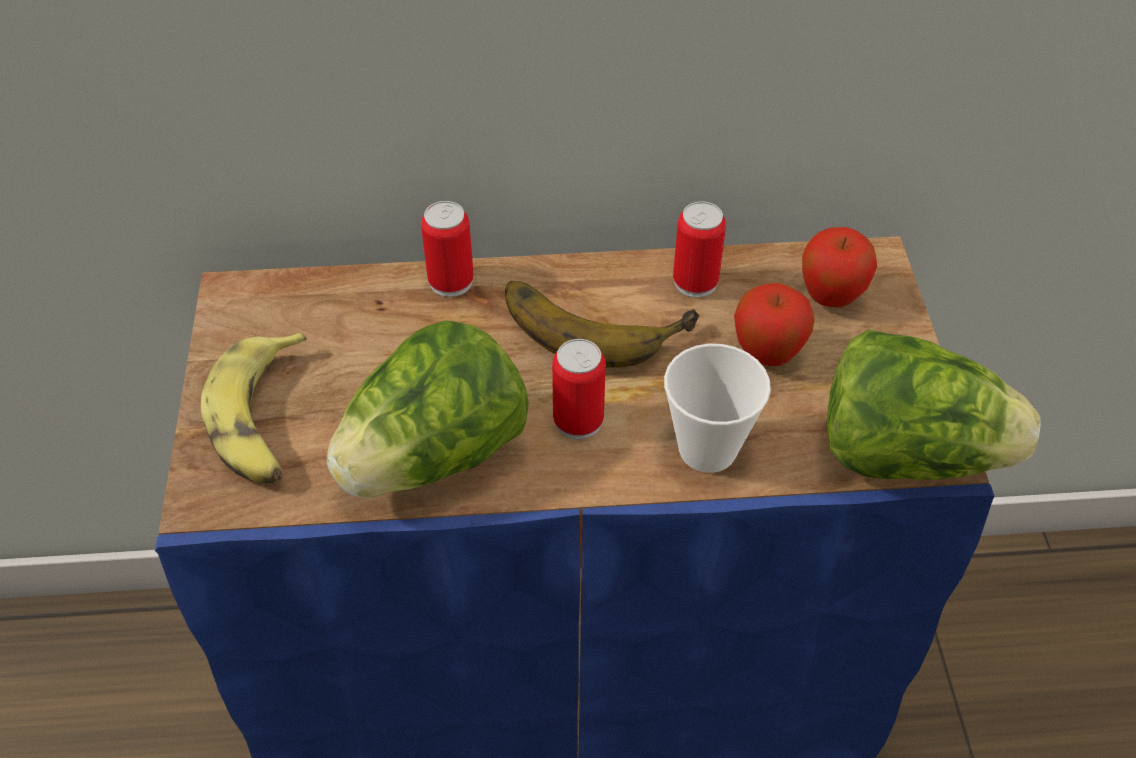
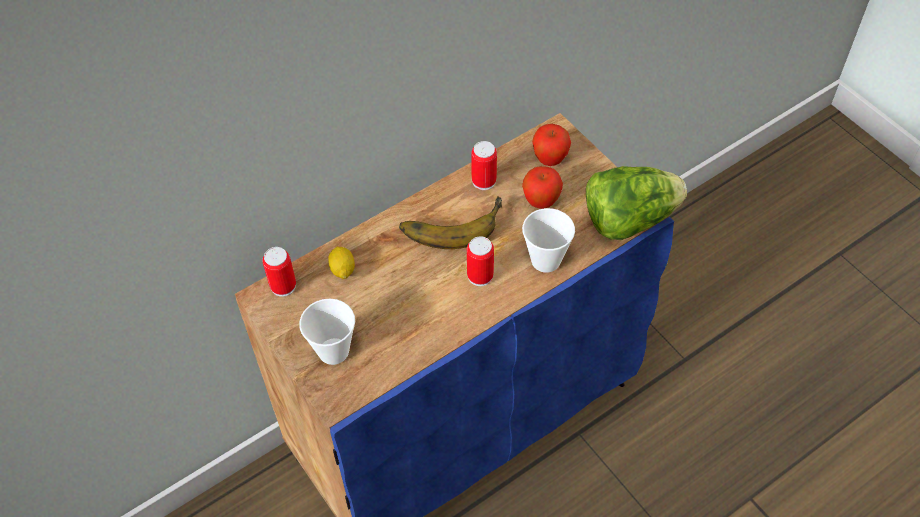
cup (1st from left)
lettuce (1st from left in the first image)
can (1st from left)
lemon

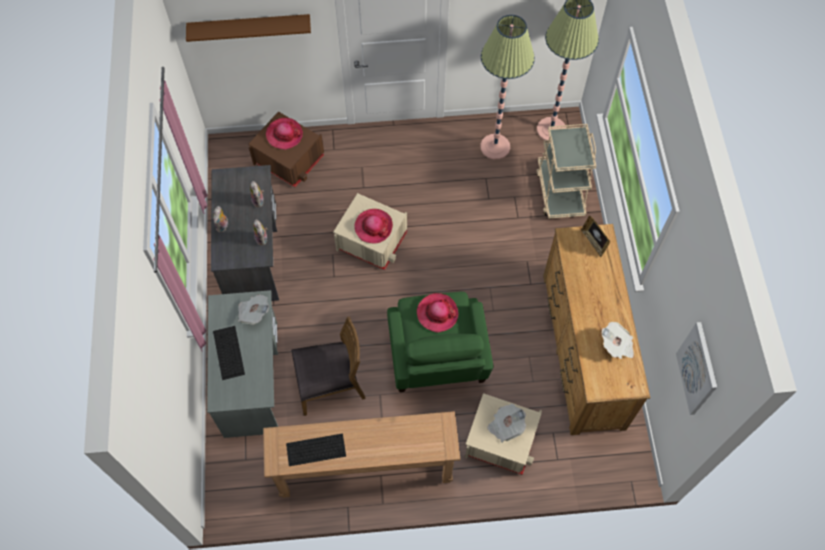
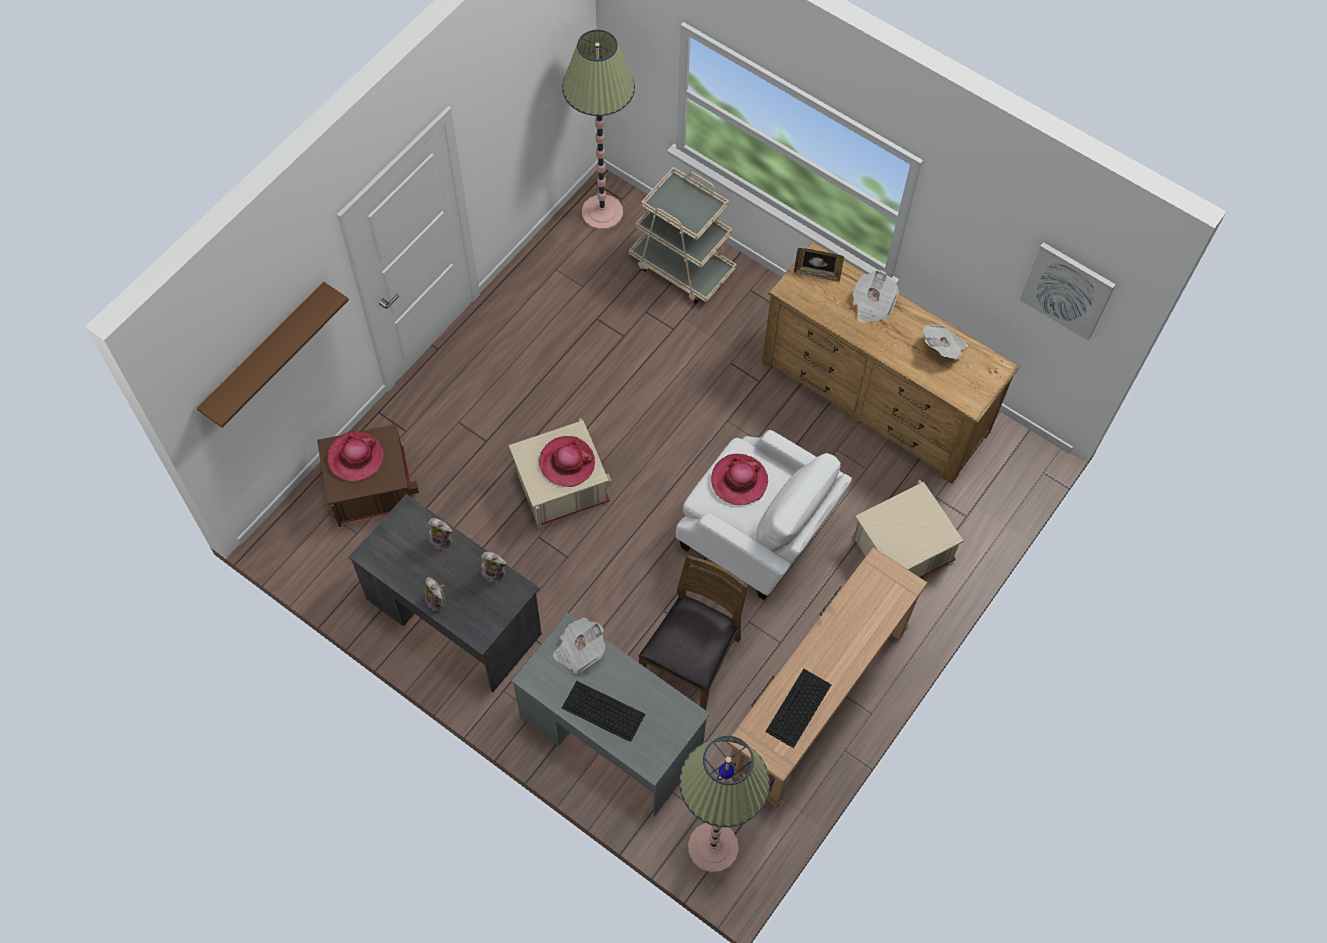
armchair in white
floor lamp (2nd from left)
newspaper (2nd from left)

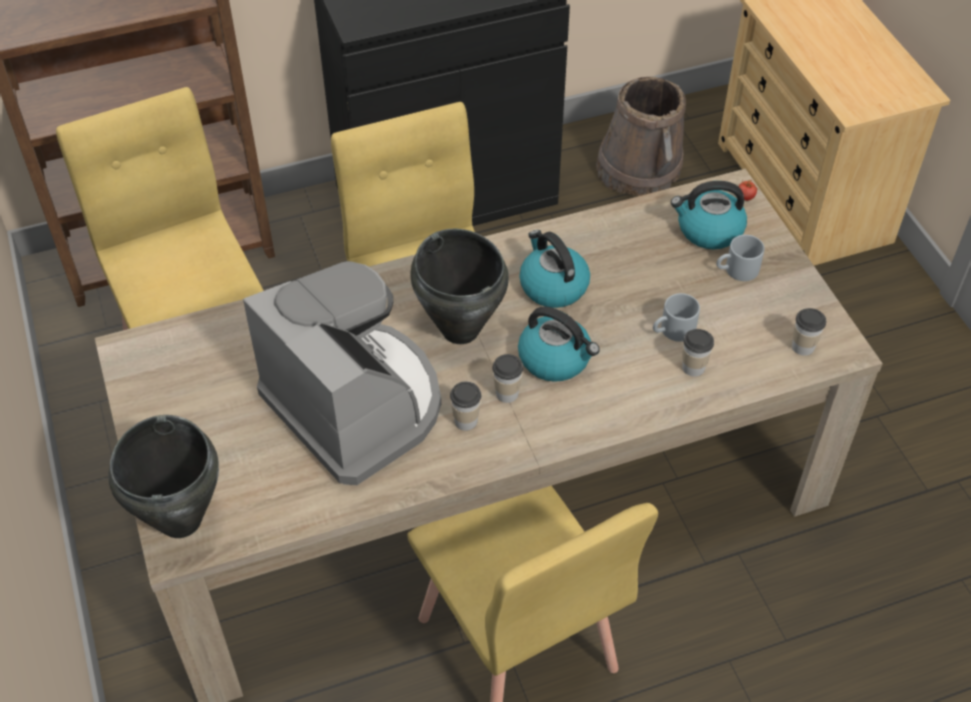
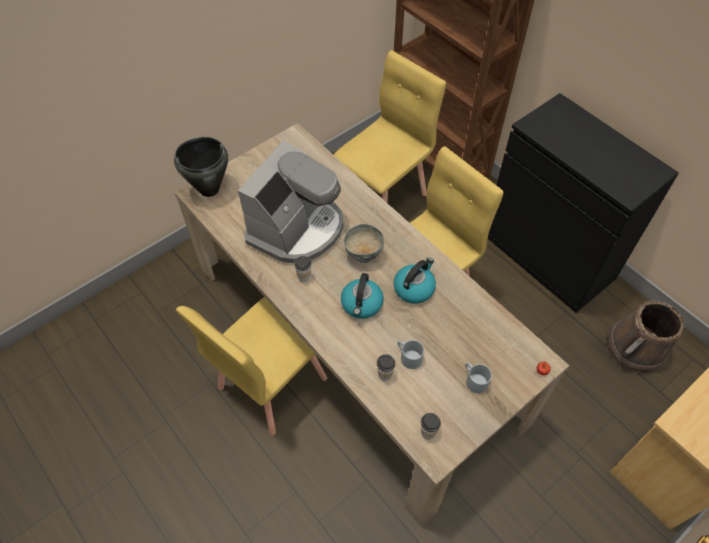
bowl in grey
cup (2nd from left in the first image)
kettle (3rd from left in the first image)

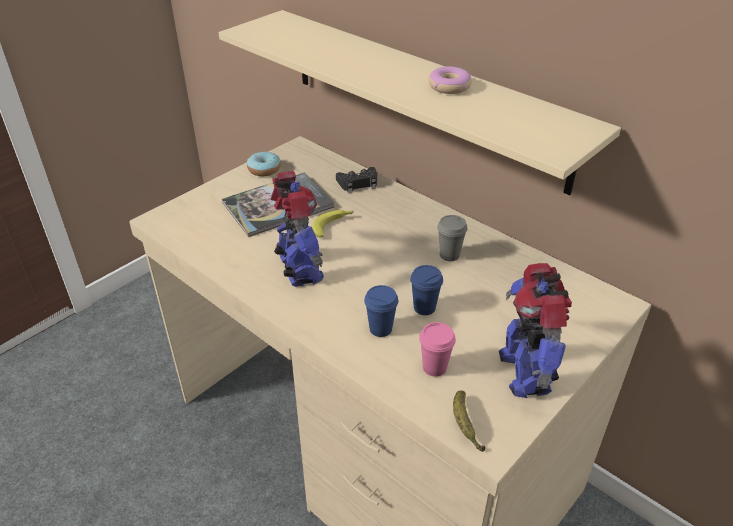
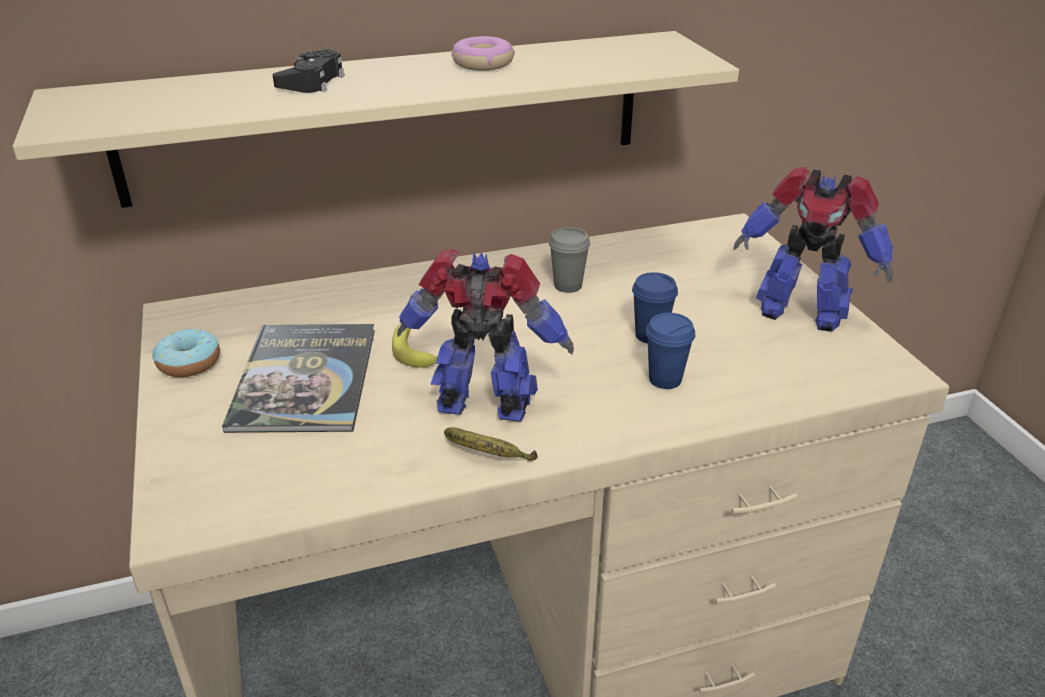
game controller in black
cup in pink
banana (2nd from left)

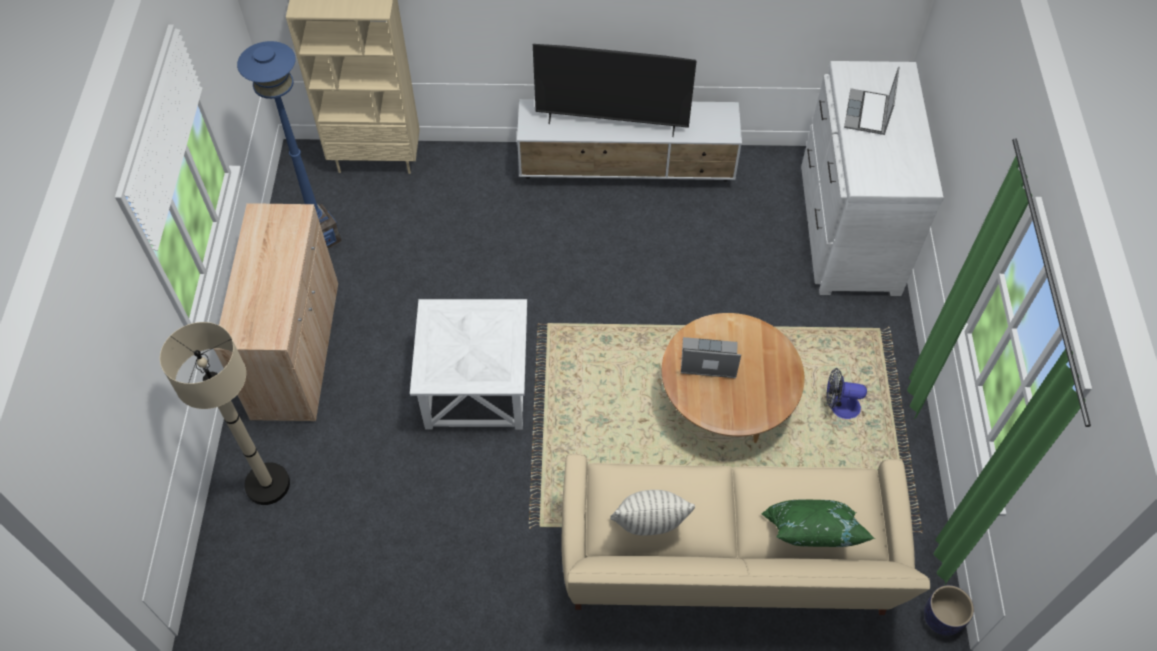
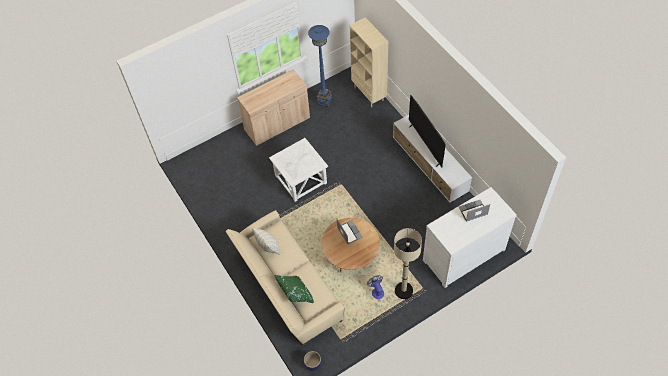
floor lamp in beige

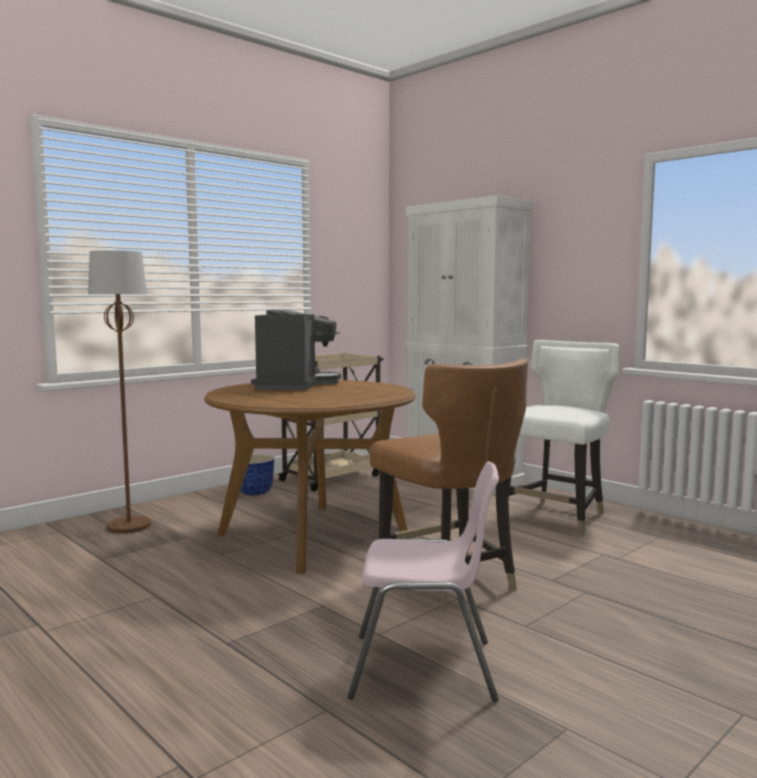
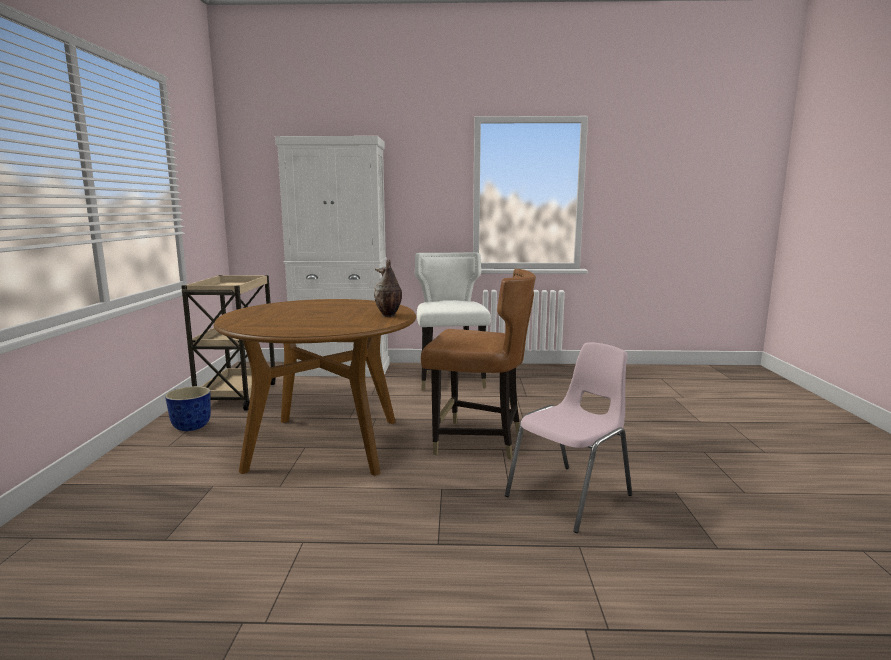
floor lamp in brown
coffee machine
vase

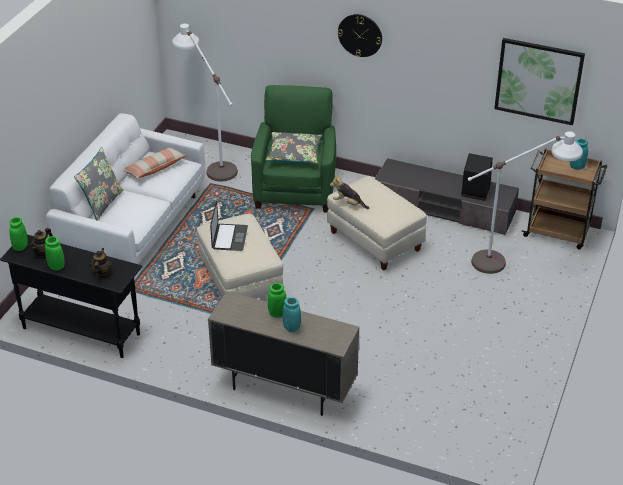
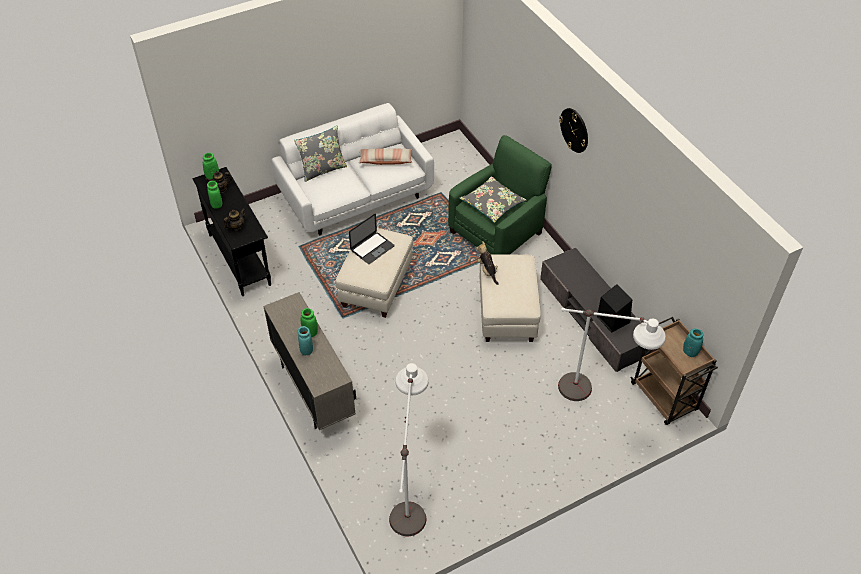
floor lamp in white (1st from left)
picture

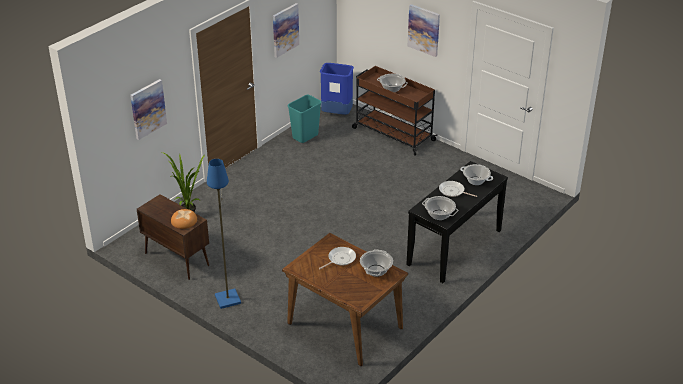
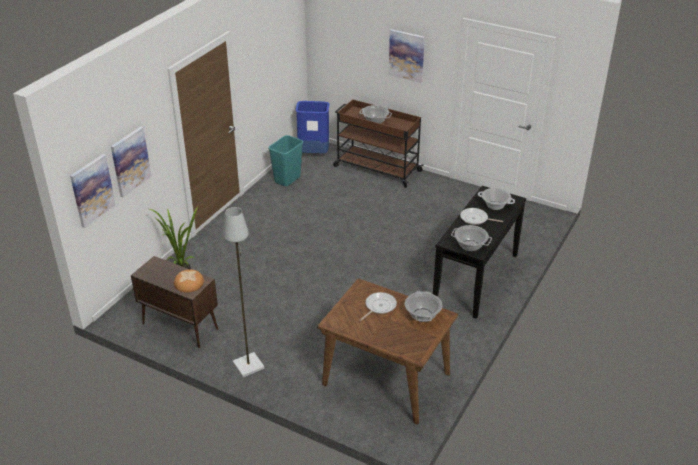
floor lamp in grey
picture (1st from left)

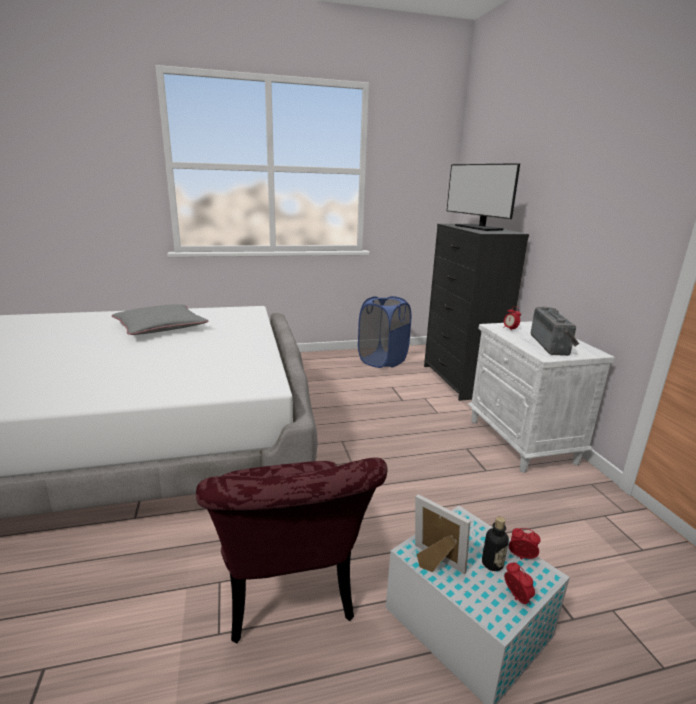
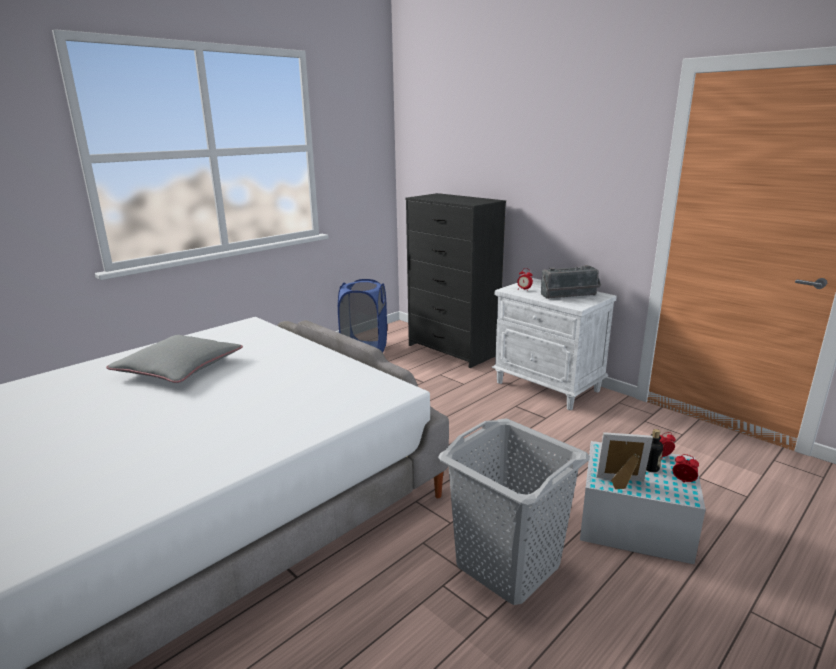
laundry basket in grey
monitor
radio

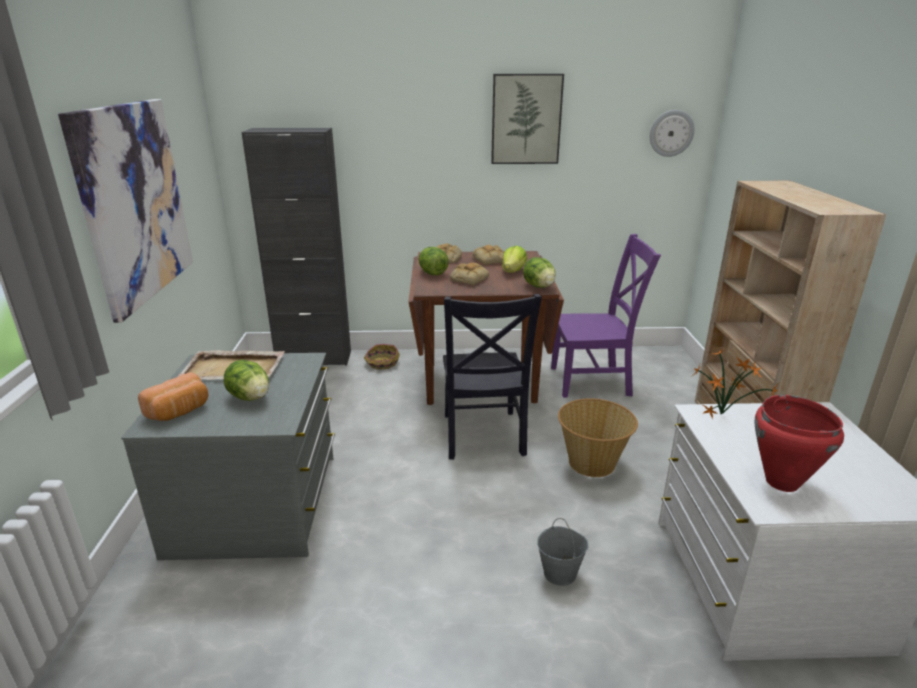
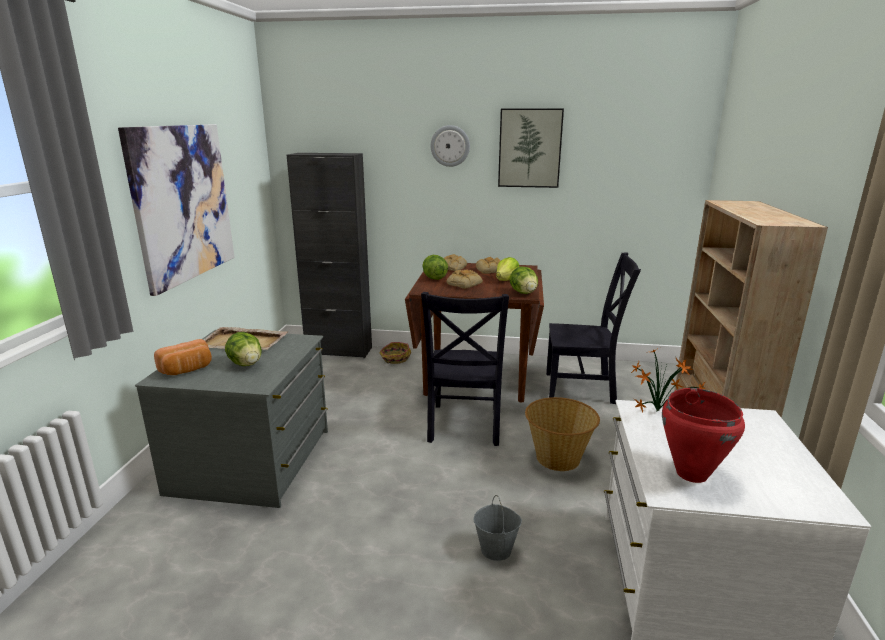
chair in black (2nd from left)
wall clock

